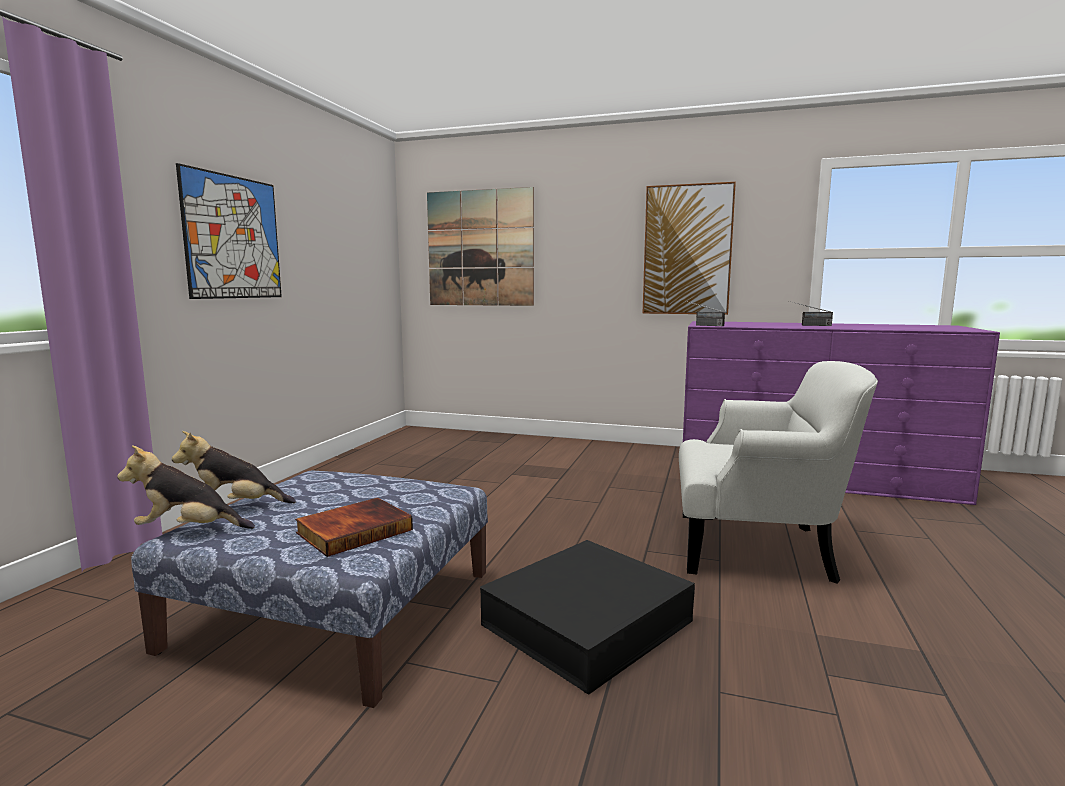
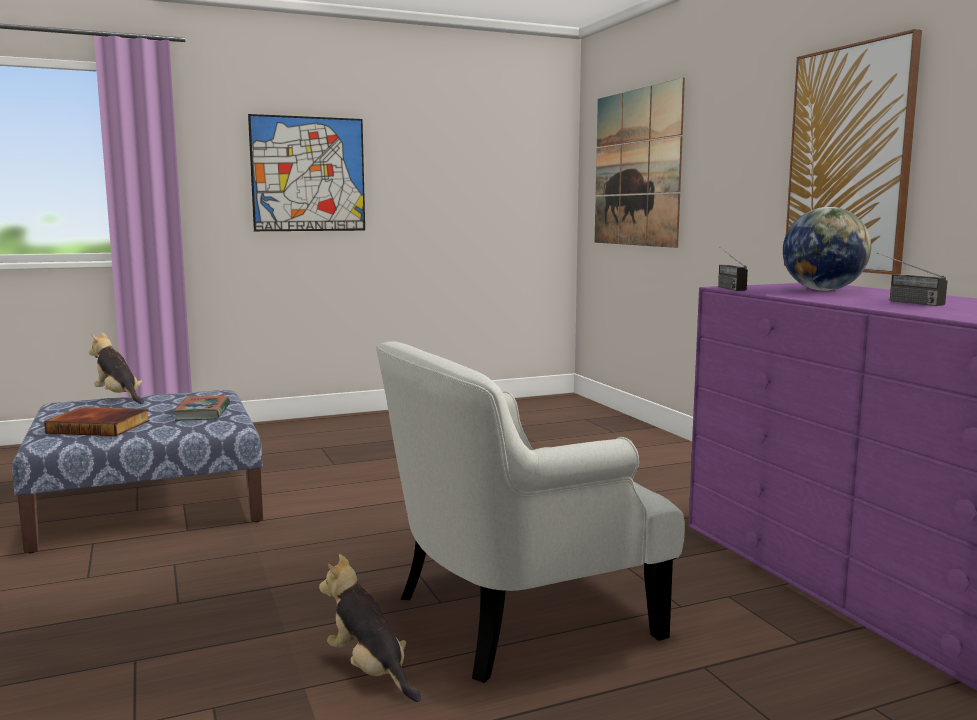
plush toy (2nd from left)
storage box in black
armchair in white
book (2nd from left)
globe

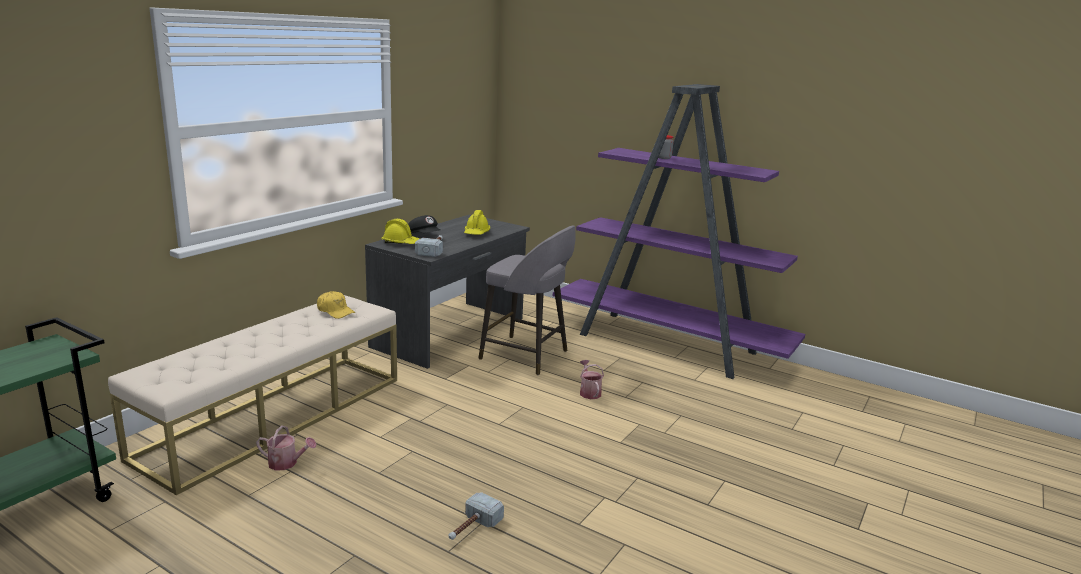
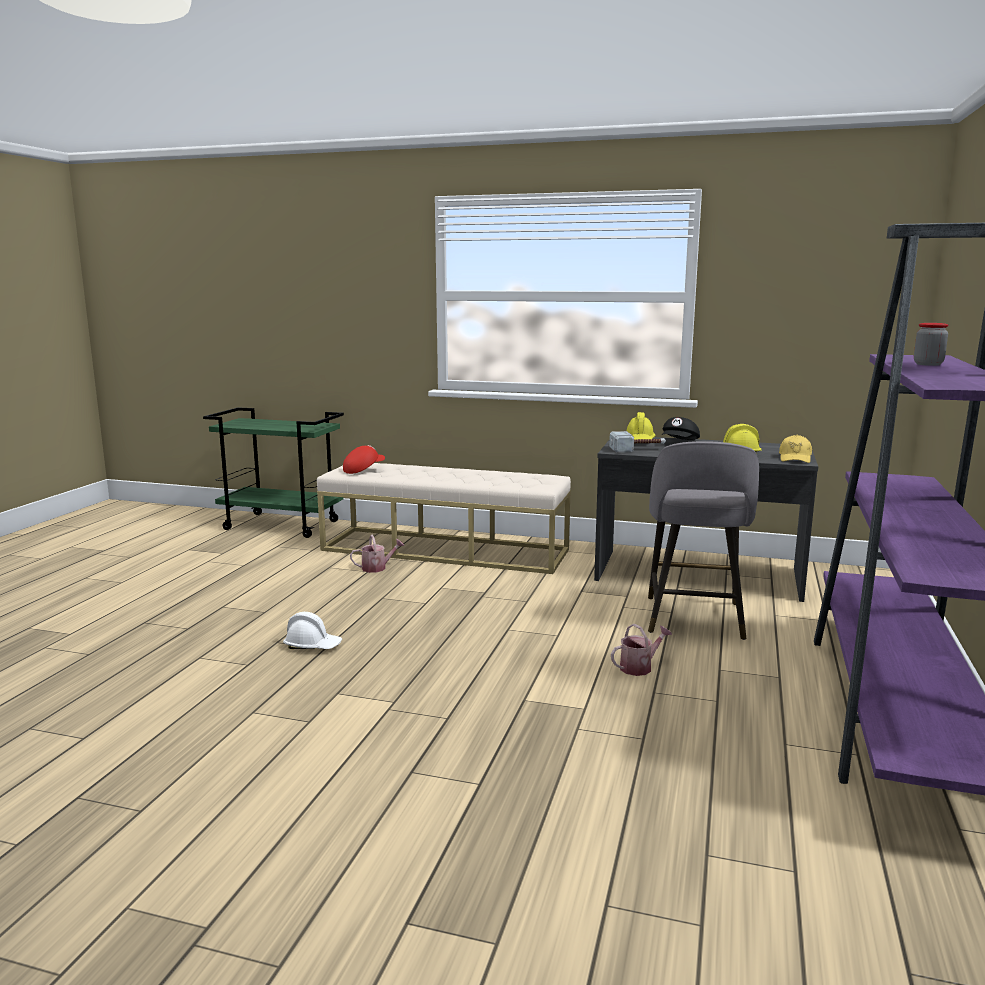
watering can (1st from left)
cap in yellow
hard hat in white
cap in red

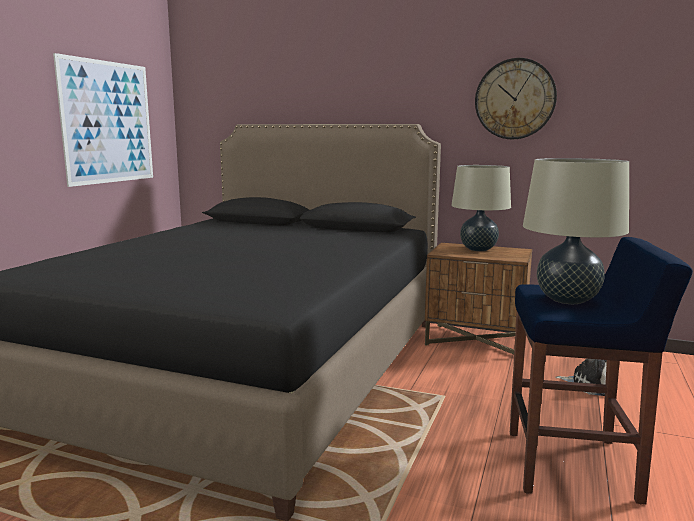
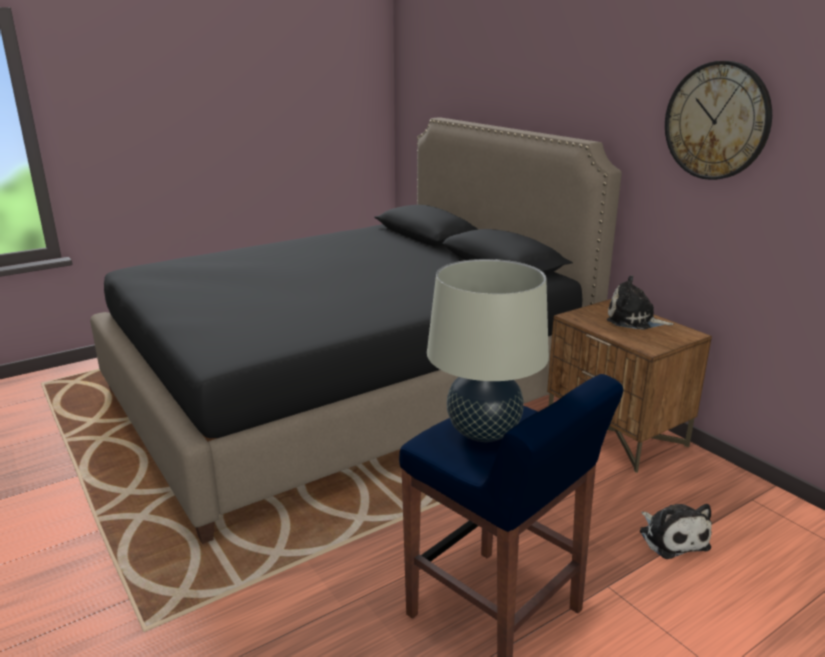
picture
plush toy (1st from left)

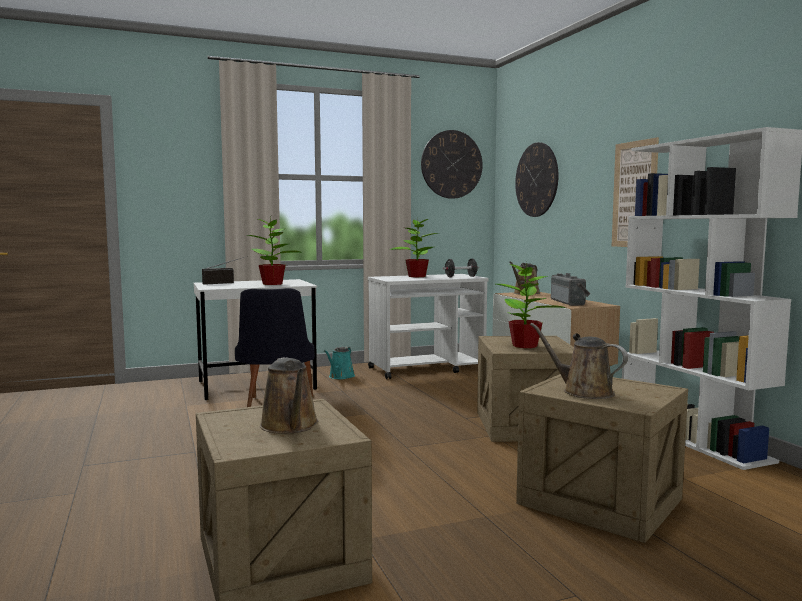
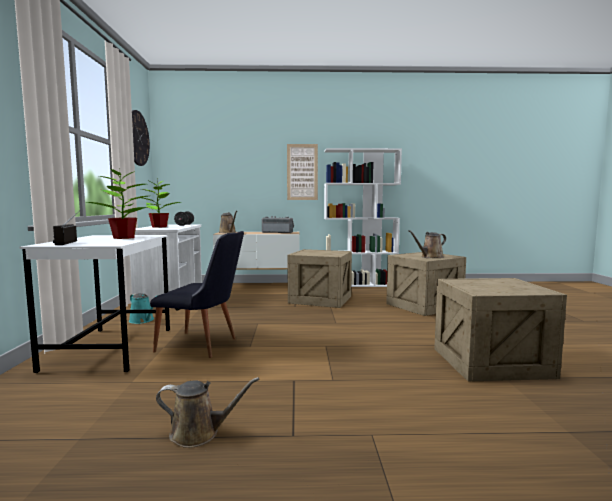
watering can in brown (1st from left)
potted plant (3rd from left in the first image)
wall clock (2nd from left in the first image)

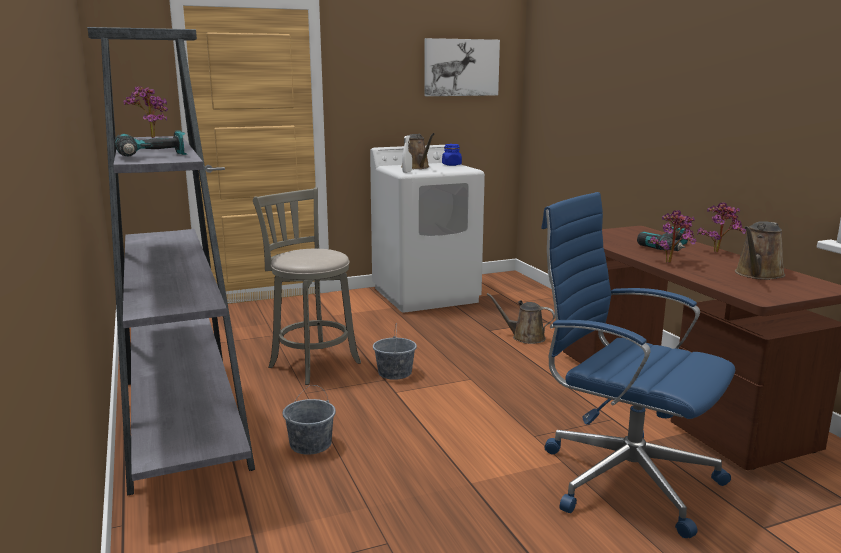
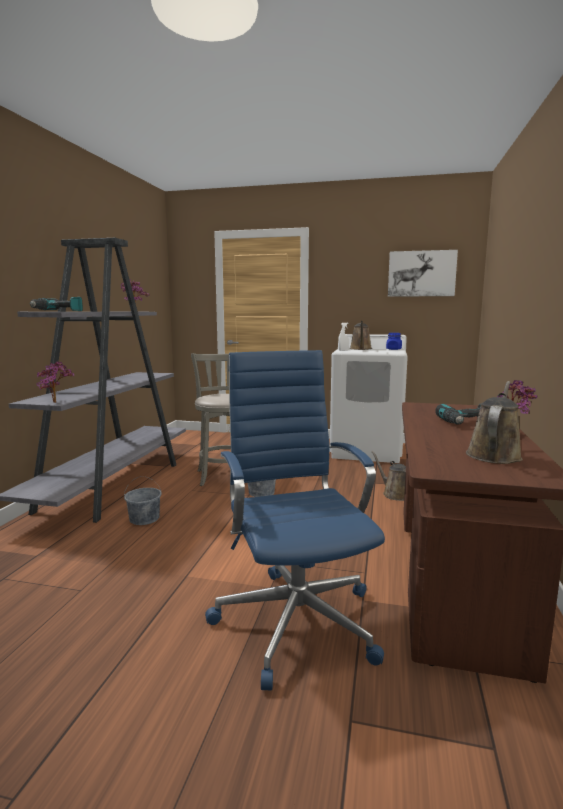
potted plant (1st from left)
watering can in brown (3rd from left)

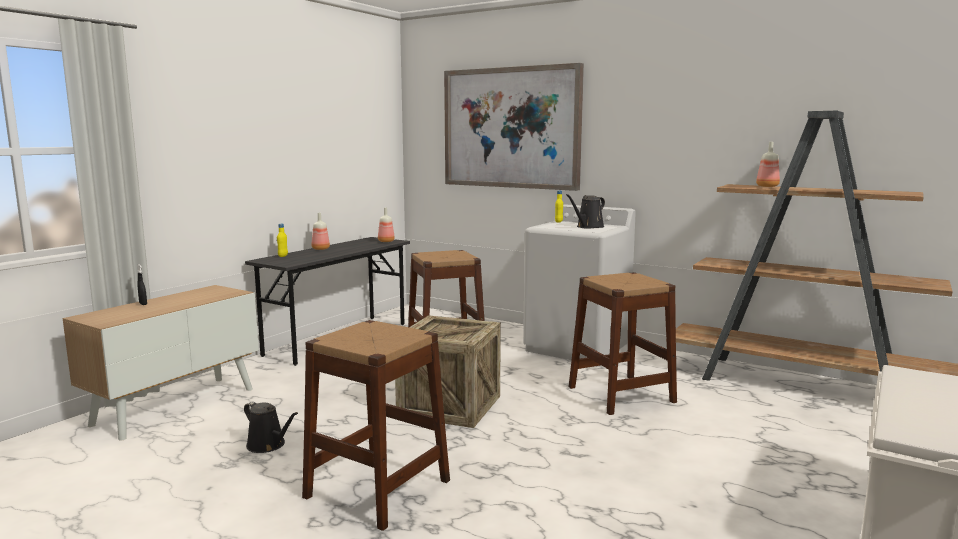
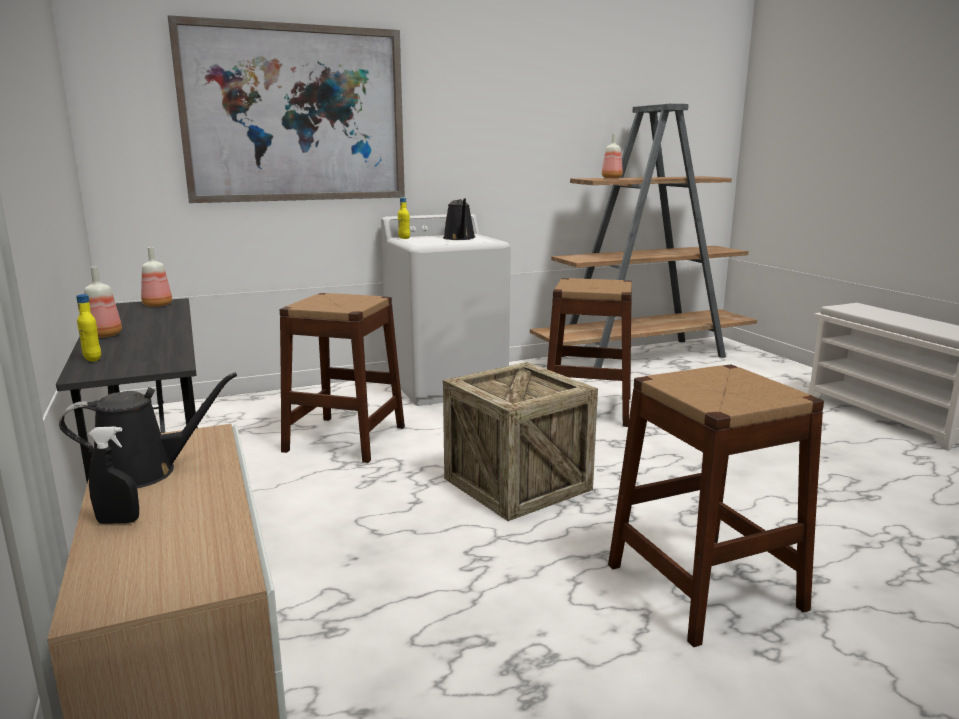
watering can in black (1st from left)

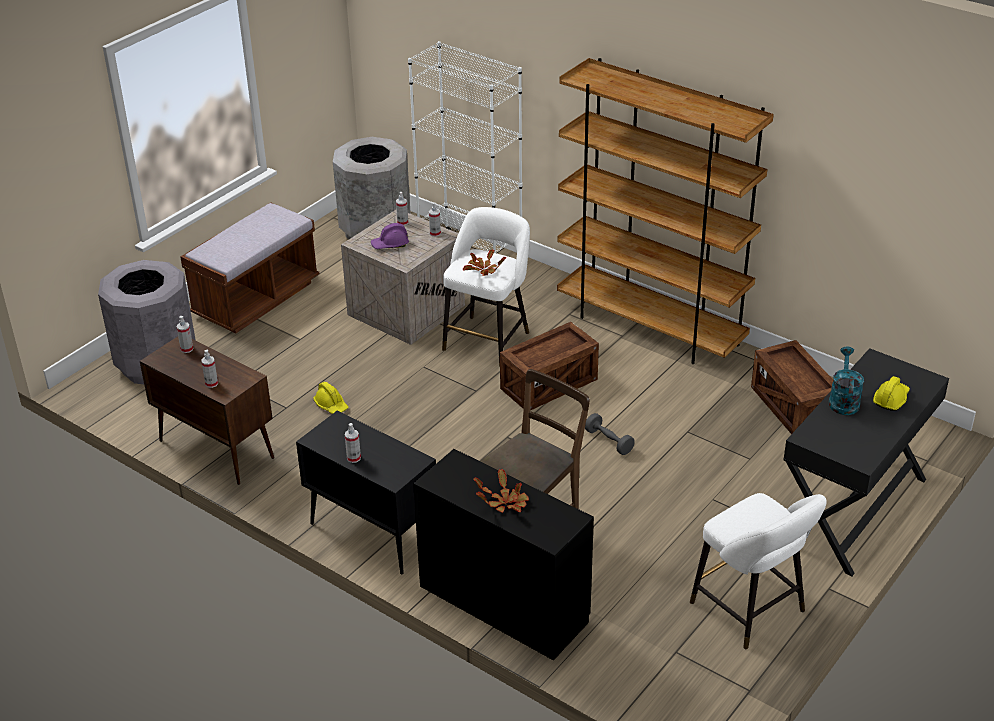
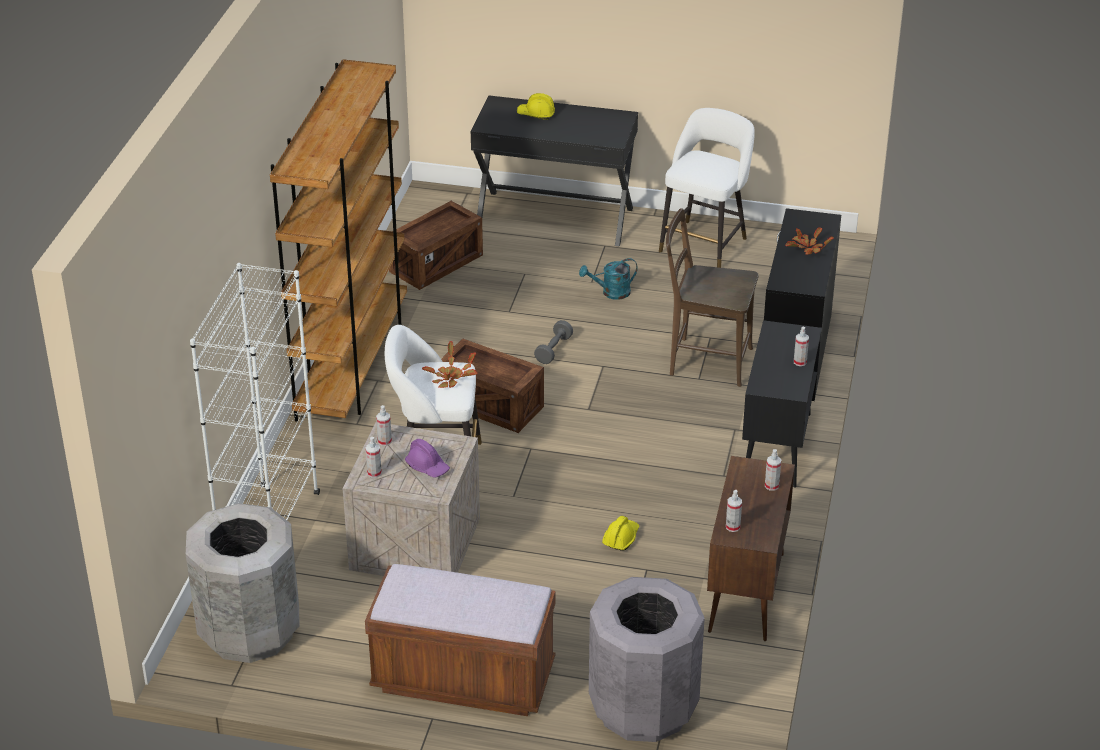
watering can in turquoise

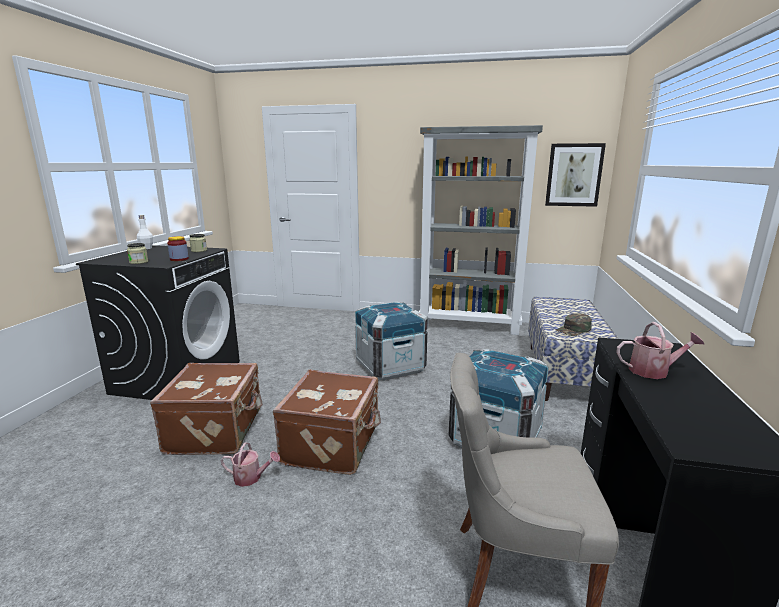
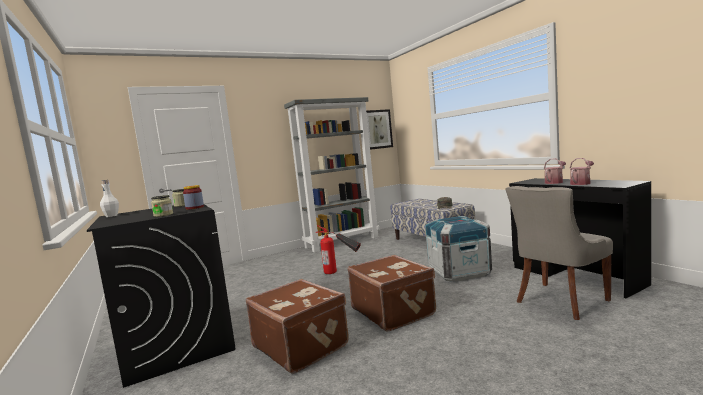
watering can (2nd from left)
fire extinguisher

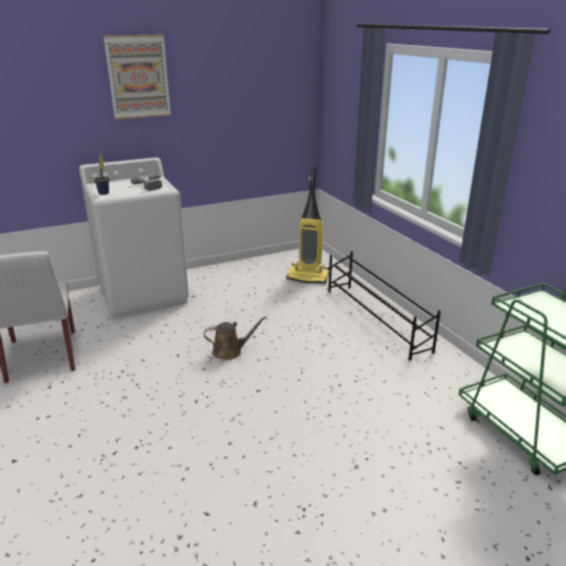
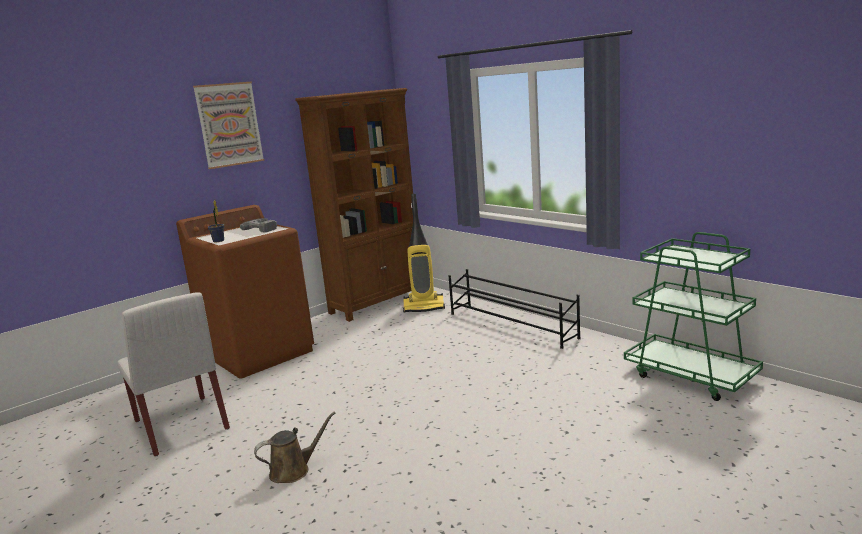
washing machine in brown
watering can in brown
bookcase in brown

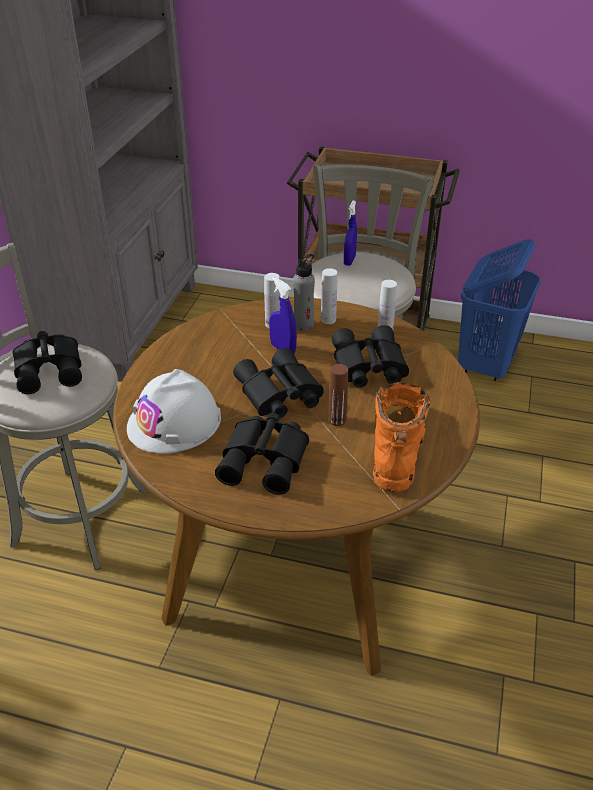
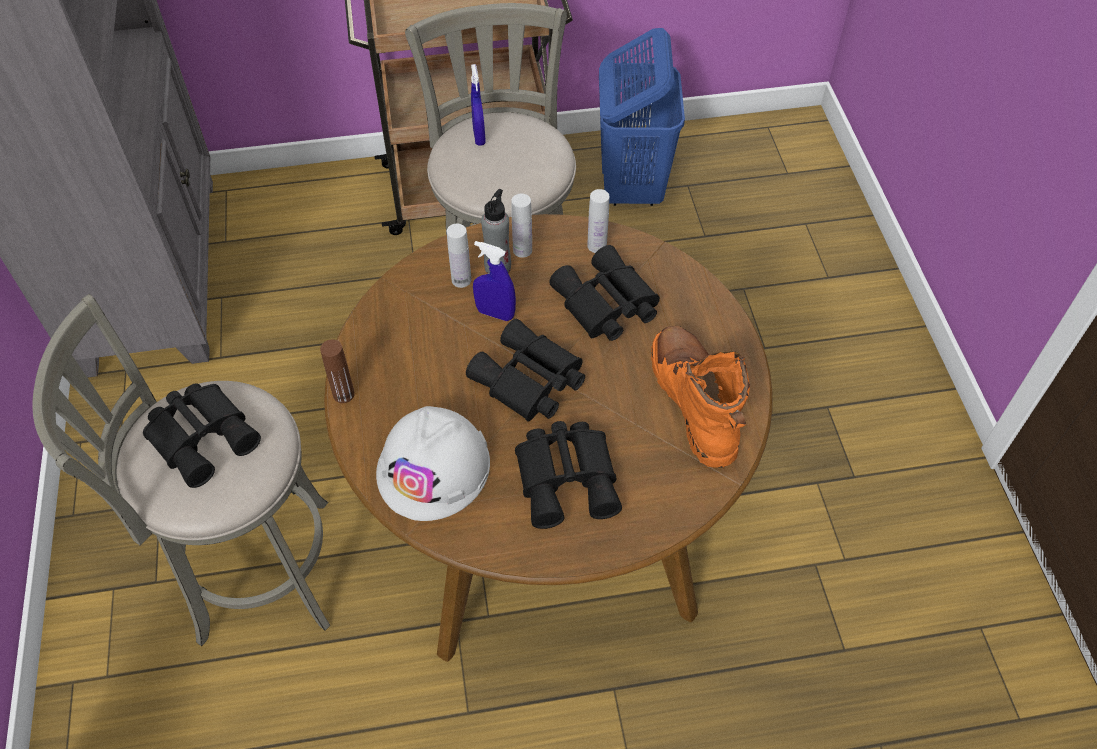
bottle in brown

